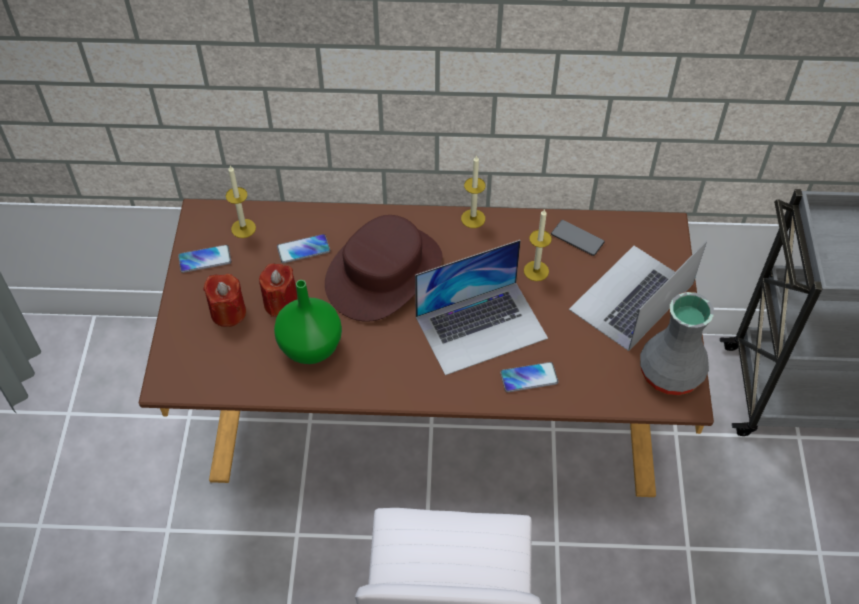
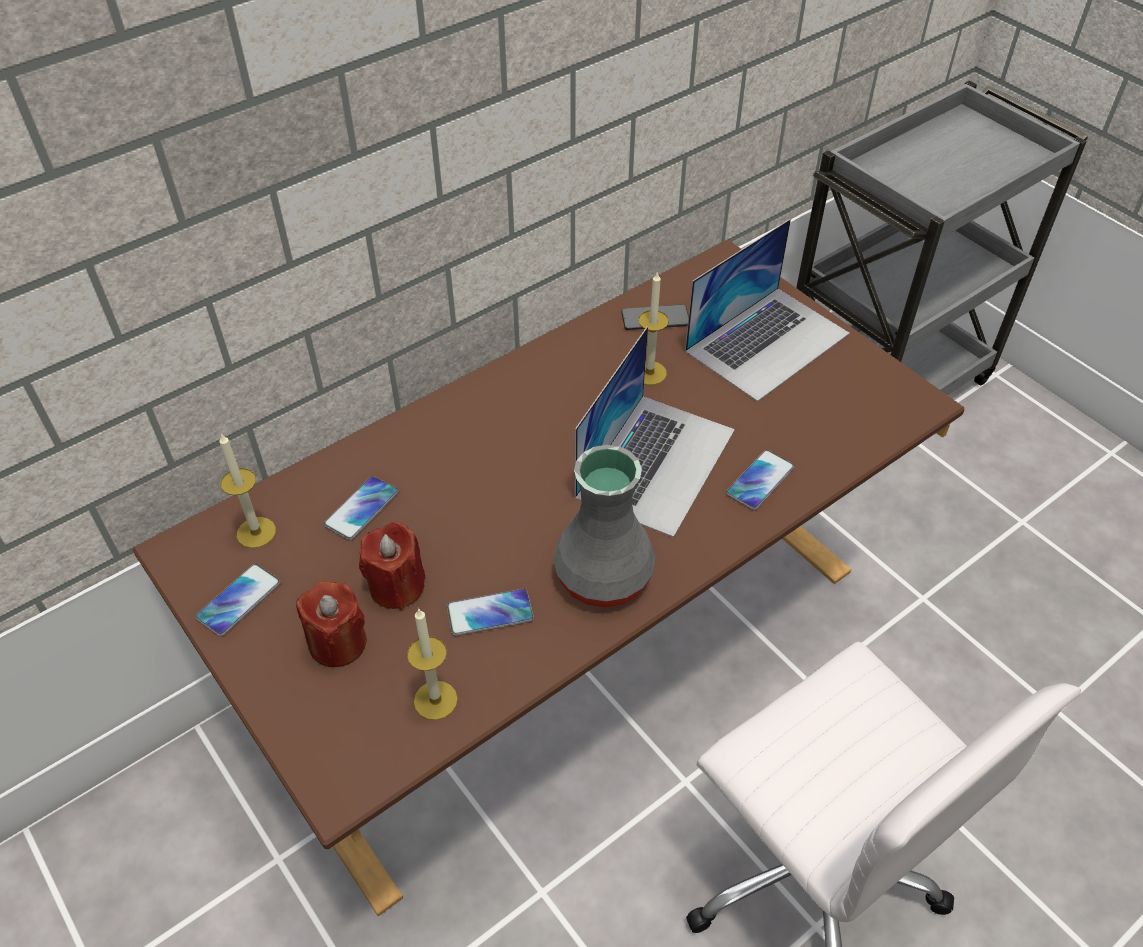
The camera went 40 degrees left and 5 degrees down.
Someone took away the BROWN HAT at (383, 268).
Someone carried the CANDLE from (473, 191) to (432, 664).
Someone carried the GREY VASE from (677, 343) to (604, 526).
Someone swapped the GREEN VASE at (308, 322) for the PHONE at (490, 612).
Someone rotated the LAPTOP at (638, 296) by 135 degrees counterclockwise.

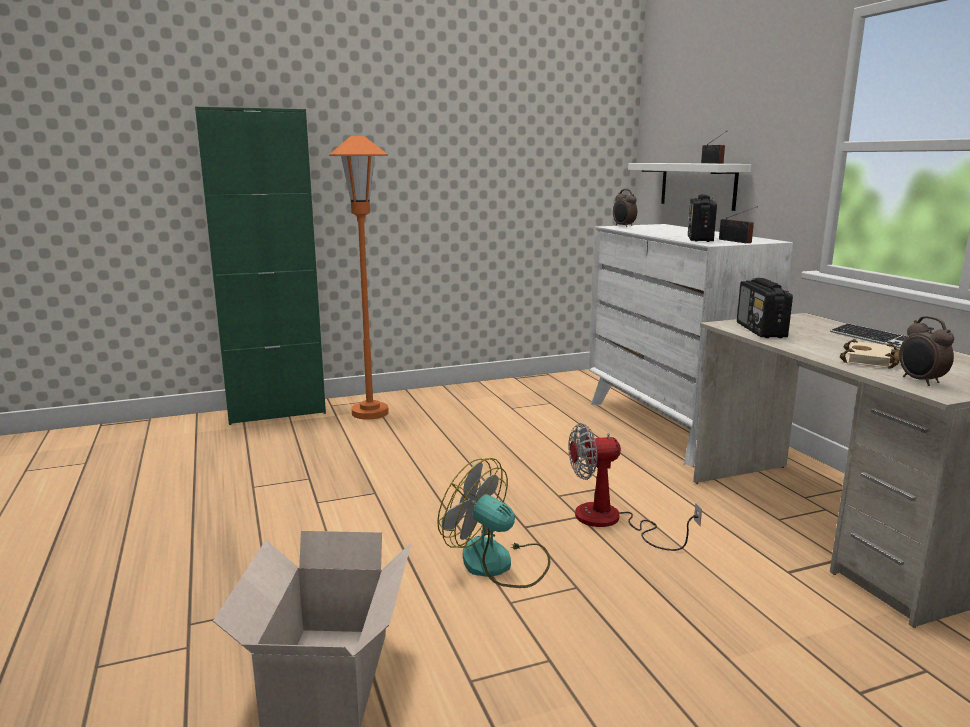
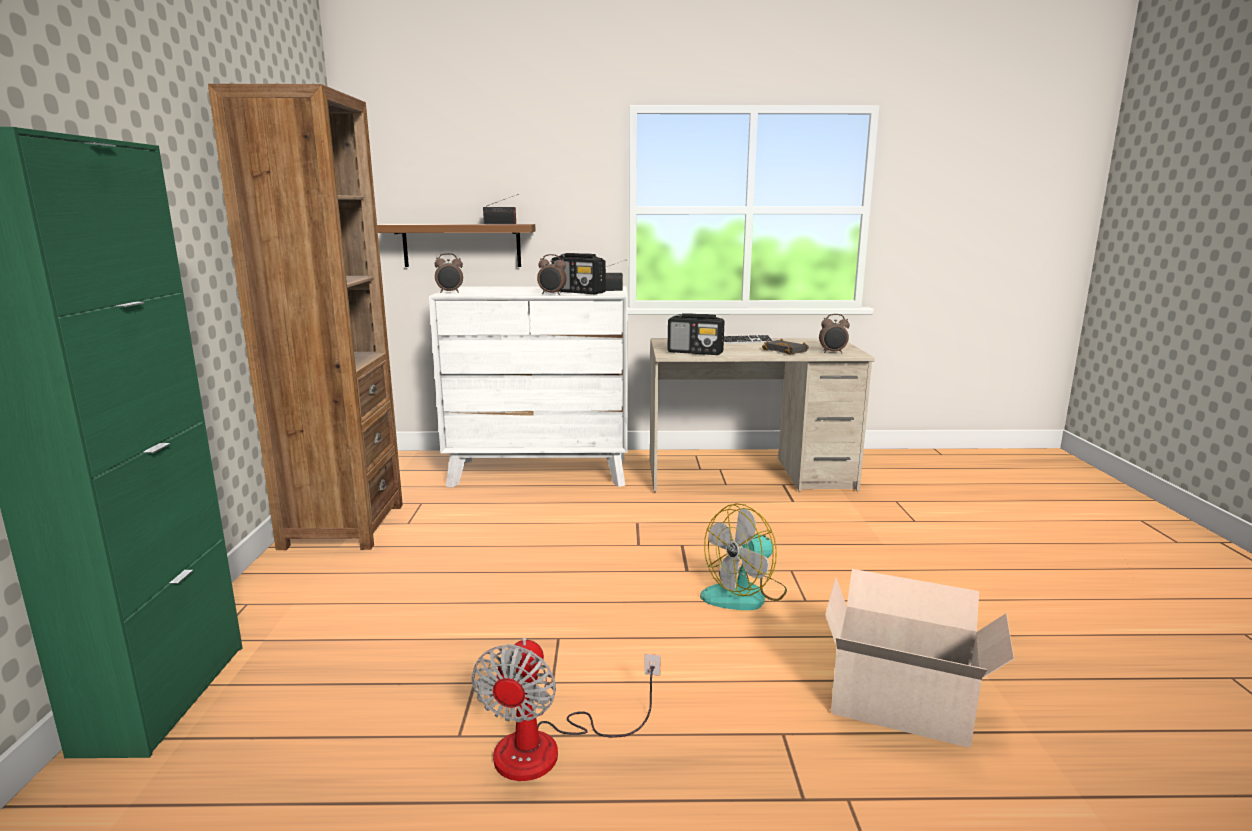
The camera went 70 degrees left and 0 degrees up.
Someone took away the ORANGE FLOOR LAMP at (359, 278).
Someone put down the BROWN BOOKCASE at (305, 317).
Someone put down the ALARM CLOCK at (552, 274).
Someone carried the FAN from (635, 487) to (566, 709).
Someone repainted the WHITE SHELF at (689, 187), which became the BROWN SHELF at (456, 245).
Someone repainted the BEIGE BOOK at (870, 354), which became the BLACK BOOK at (785, 346).

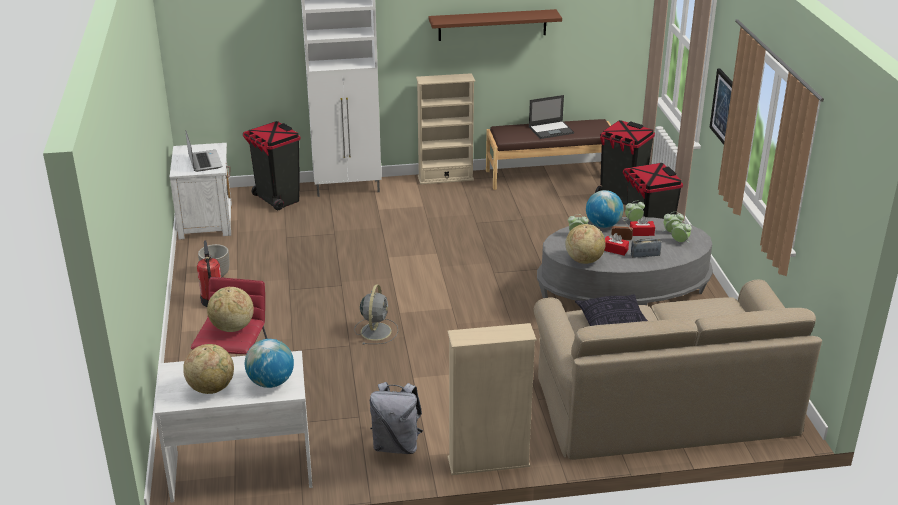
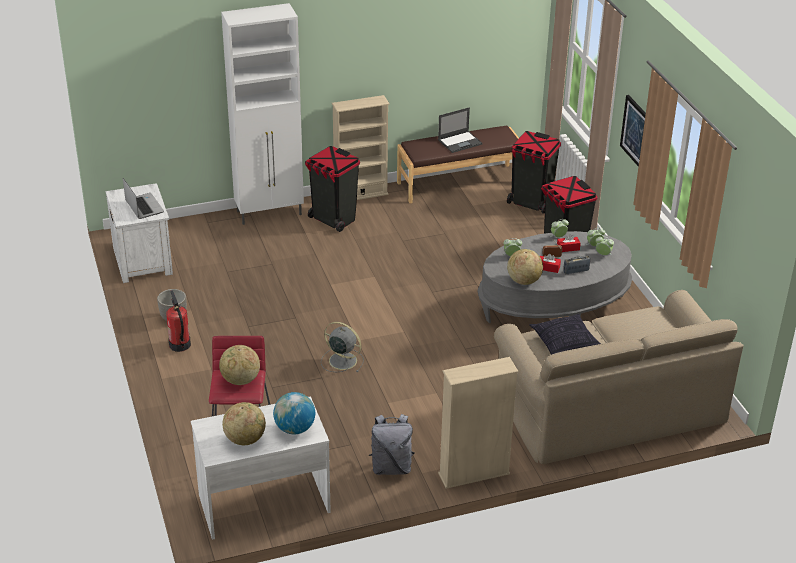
The camera went 10 degrees left and 5 degrees up.
Someone took away the BROWN SHELF at (495, 25).
Someone took away the GLOBE at (604, 209).
Someone carried the BLACK TRASH CAN from (272, 165) to (332, 189).
Someone rotated the GREY FAN at (376, 314) by 60 degrees counterclockwise.

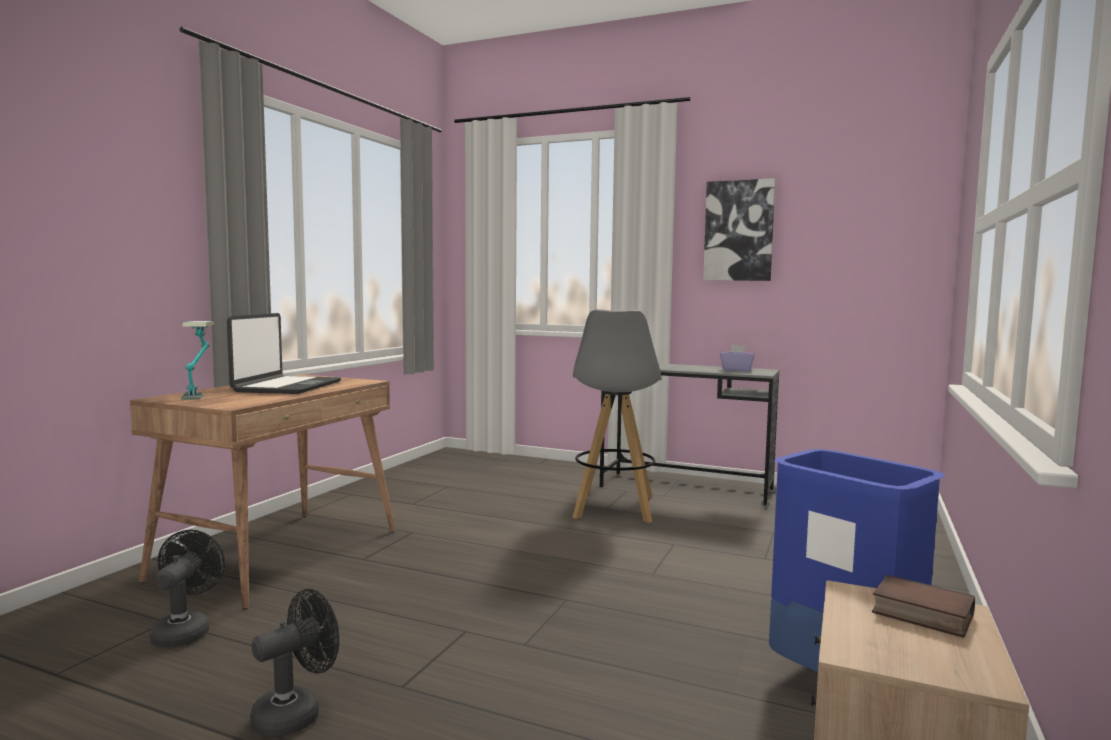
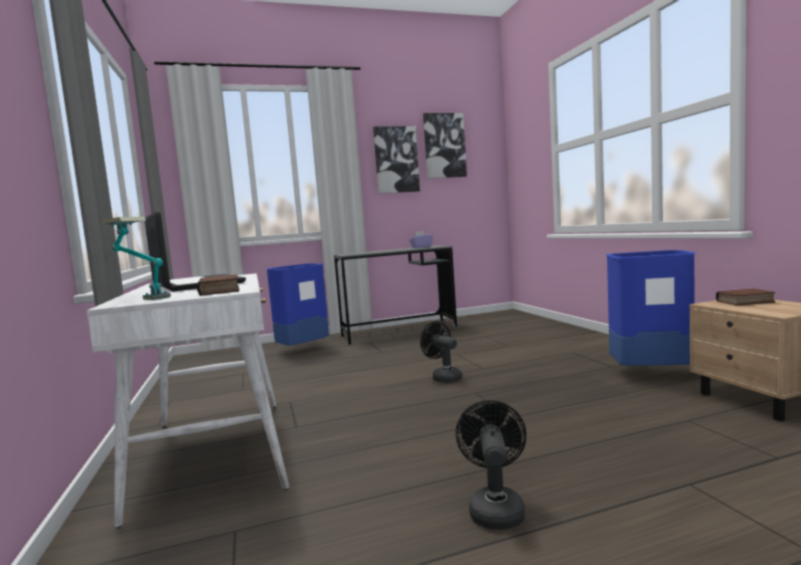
The camera went 40 degrees left and 0 degrees up.
Someone took away the GREY STOOL at (617, 416).
Someone put down the BOOK at (218, 285).
Someone put down the BLUE TRASH CAN at (298, 304).
Someone put up the PICTURE at (445, 145).
Someone carried the BLACK FAN from (187, 588) to (441, 352).
Someone repainted the BROWN DESK at (262, 491), which became the WHITE DESK at (188, 400).

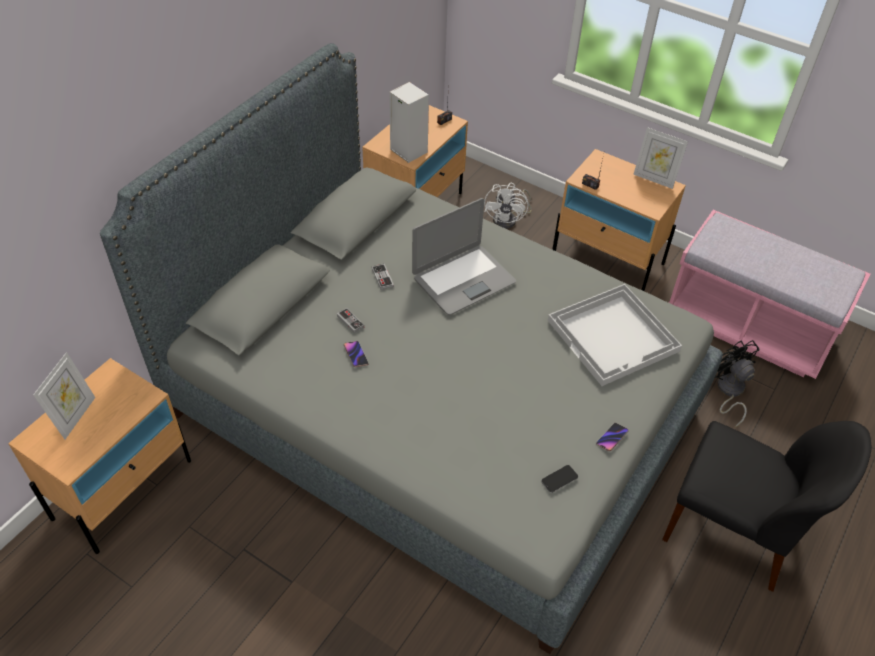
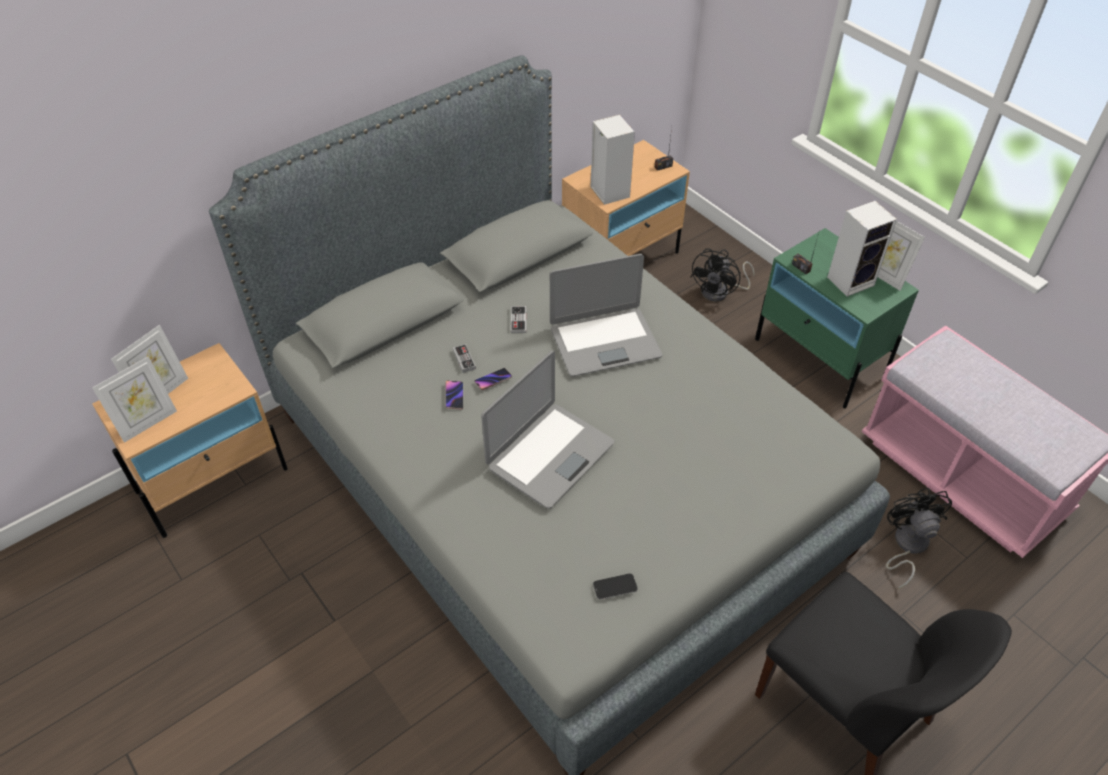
The camera went 20 degrees right and 0 degrees up.
Someone took away the WHITE TRAY at (615, 335).
Someone put down the PICTURE FRAME at (134, 399).
Someone put down the LAPTOP at (547, 430).
Someone put down the SPEAKER at (862, 249).
Someone carried the PHONE from (612, 437) to (493, 379).
Someone repainted the WHITE FAN at (508, 206), which became the BLACK FAN at (722, 275).
Someone repainted the BEIGE NIGHTSTAND at (619, 220), which became the GREEN NIGHTSTAND at (837, 318).

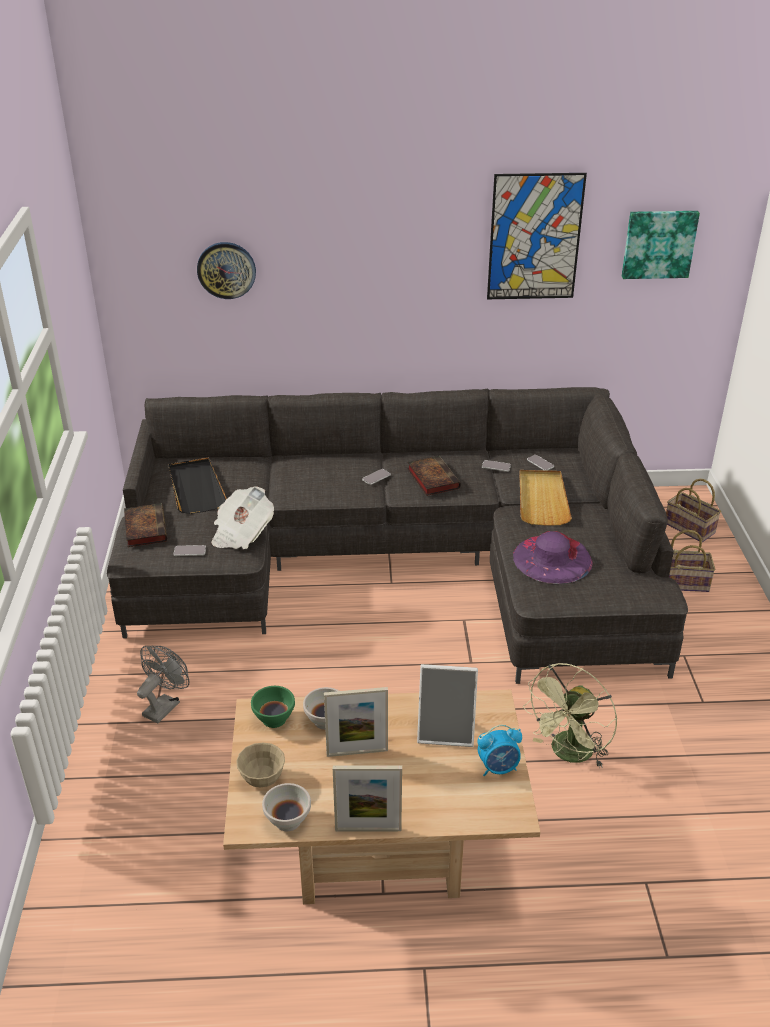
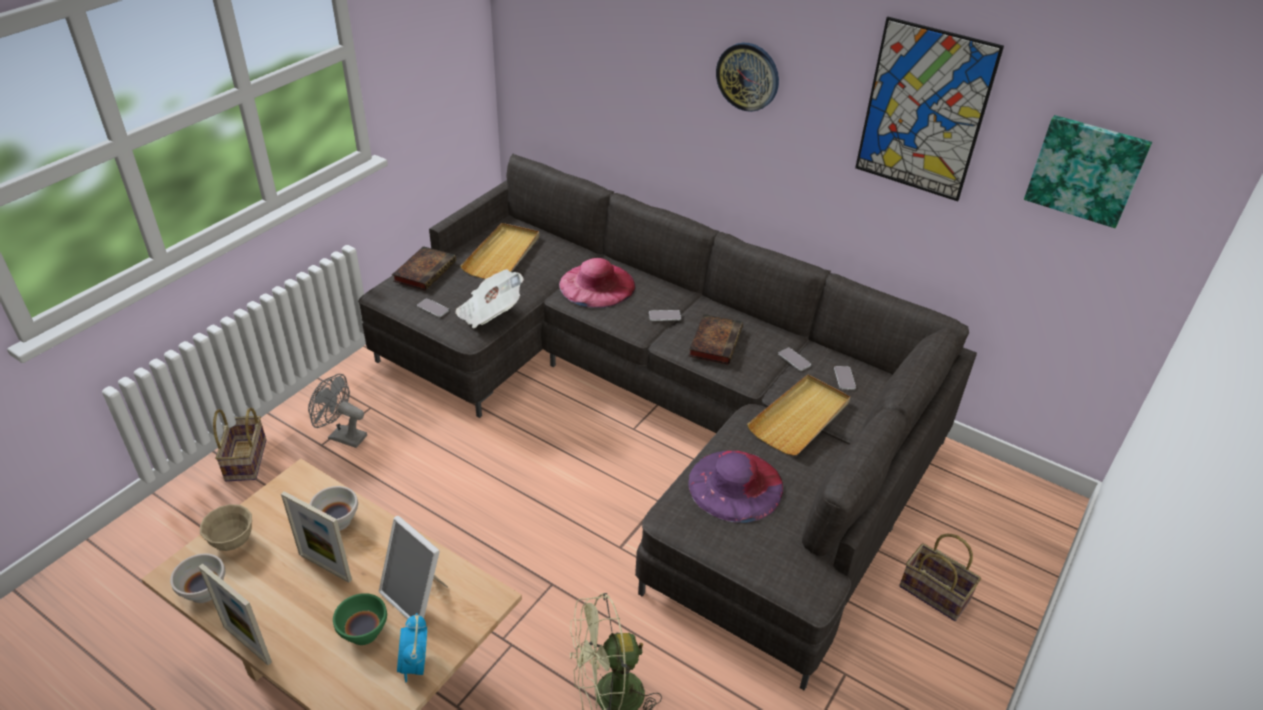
The camera went 35 degrees right and 5 degrees up.
Someone put down the PINK HAT at (597, 283).
Someone carried the WALL CLOCK from (226, 270) to (747, 77).
Someone carried the GREEN BOWL from (273, 707) to (360, 619).
Someone carried the BASKET from (693, 510) to (239, 444).
Someone repainted the BLACK TRAY at (198, 486), which became the BEIGE TRAY at (499, 251).
Someone rotated the GREY FAN at (163, 684) by 135 degrees counterclockwise.
Someone rotated the ALARM CLOCK at (500, 750) by 60 degrees clockwise.

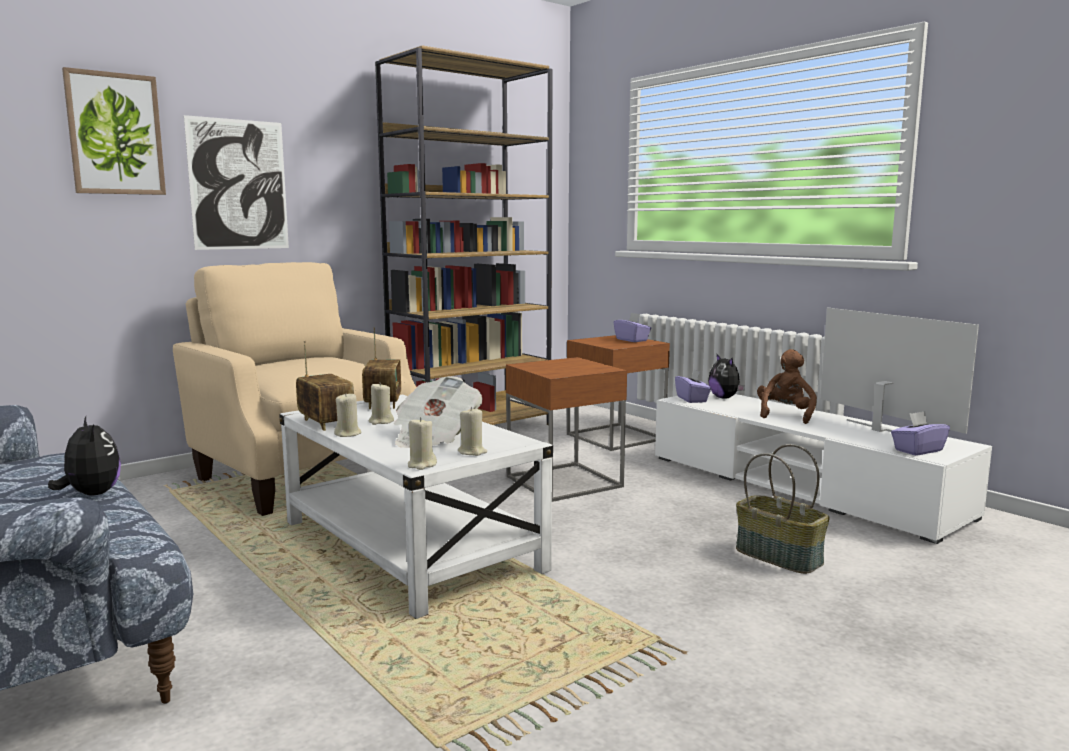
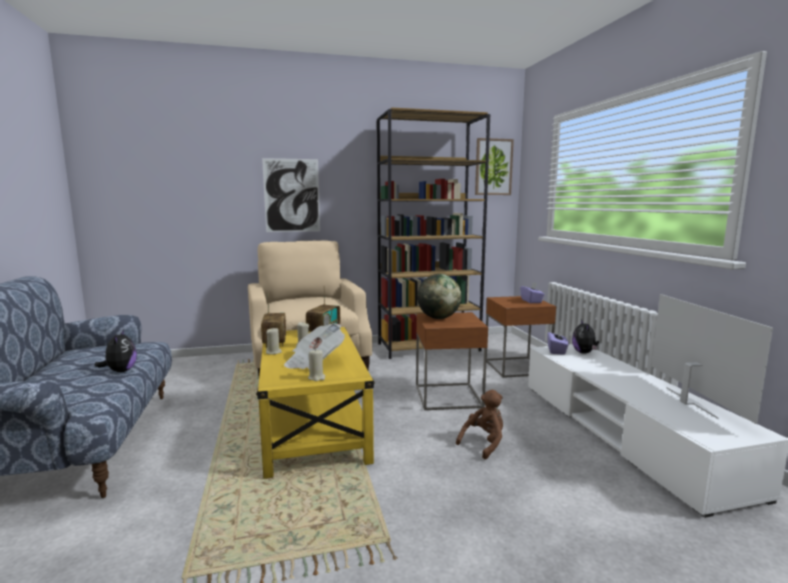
The camera went 25 degrees right and 0 degrees up.
Someone took away the BEIGE CANDLE at (422, 443).
Someone took away the BASKET at (783, 509).
Someone took away the PURPLE TISSUE BOX at (920, 433).
Someone put down the GLOBE at (439, 296).
Someone carried the PICTURE from (114, 131) to (494, 166).
Someone carried the BROWN PLUSH TOY from (787, 386) to (479, 424).
Someone repainted the WHITE COFFEE TABLE at (416, 506), which became the YELLOW COFFEE TABLE at (315, 403).

